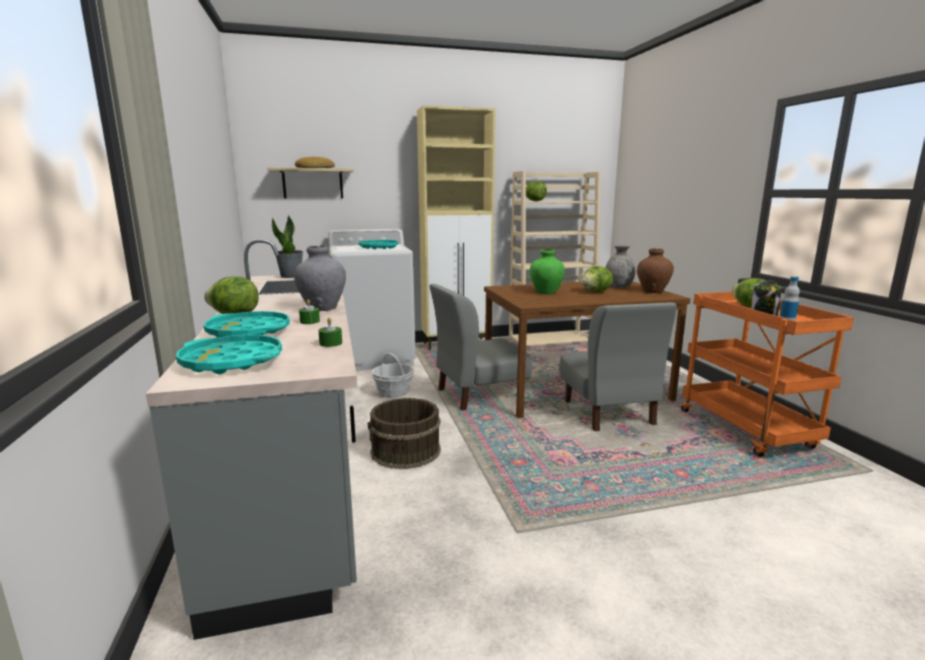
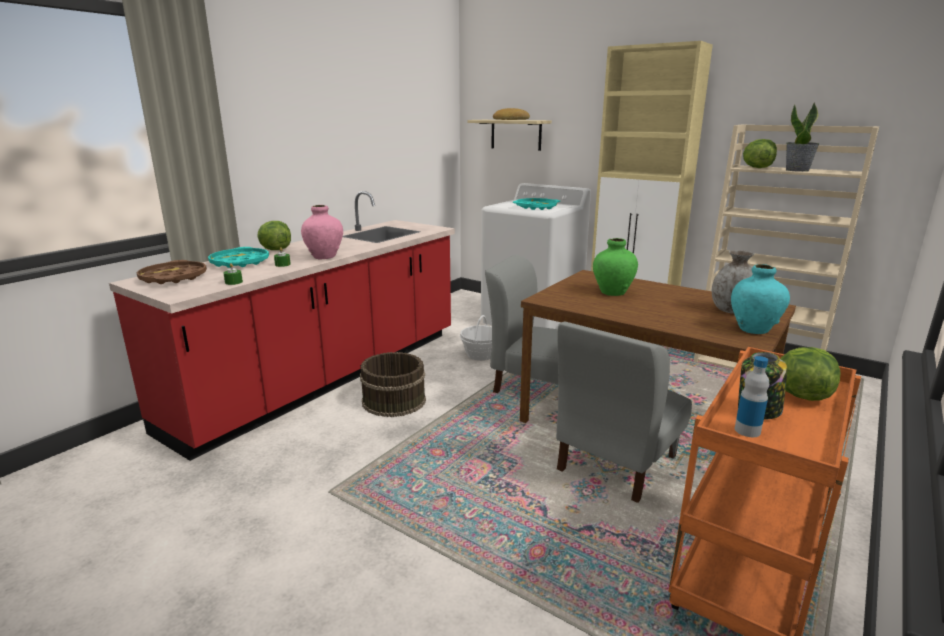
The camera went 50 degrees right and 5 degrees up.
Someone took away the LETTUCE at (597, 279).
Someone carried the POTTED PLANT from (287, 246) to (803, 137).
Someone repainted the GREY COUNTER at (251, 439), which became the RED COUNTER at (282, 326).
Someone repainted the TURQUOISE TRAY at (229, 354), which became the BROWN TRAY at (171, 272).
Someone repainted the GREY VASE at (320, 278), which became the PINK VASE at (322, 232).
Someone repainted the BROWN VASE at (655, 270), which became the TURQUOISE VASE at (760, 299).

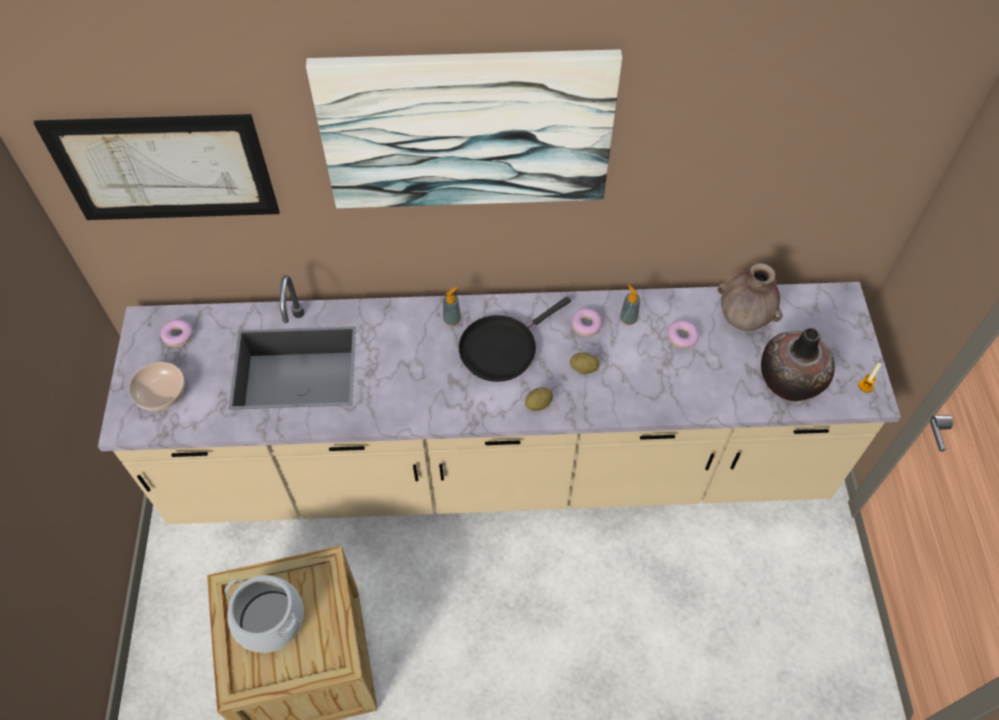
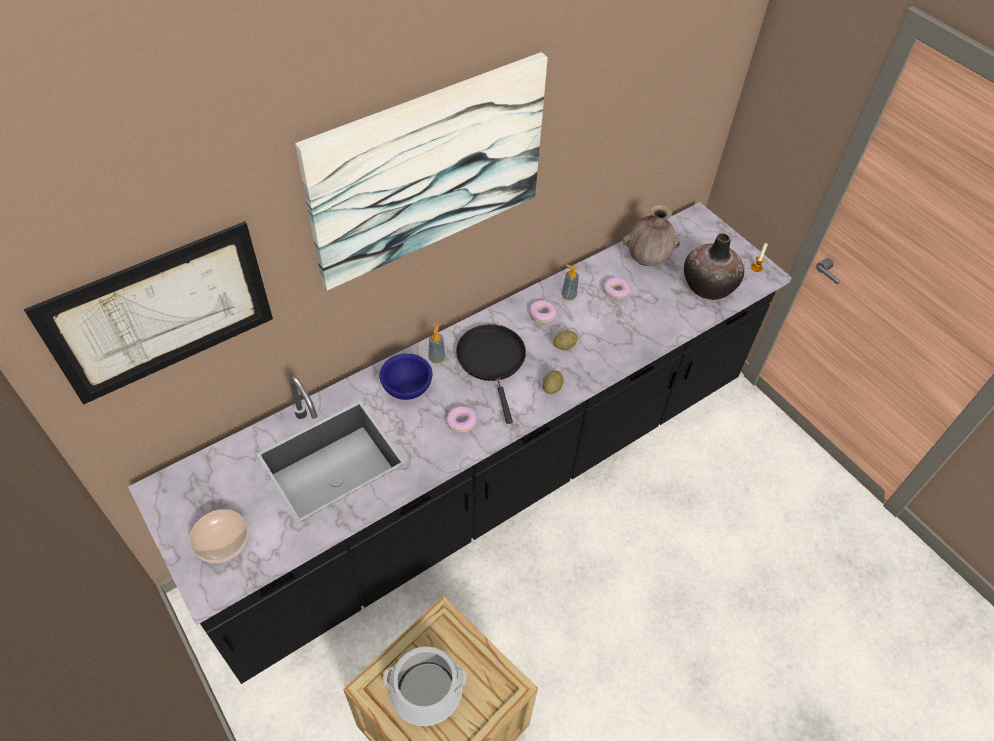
The camera went 35 degrees left and 5 degrees down.
Someone put down the BLUE BOWL at (405, 376).
Someone carried the DONUT from (177, 333) to (461, 419).
Someone repainted the BEIGE COUNTER at (499, 399), which became the BLACK COUNTER at (460, 443).
Someone rotated the BLACK FRYING PAN at (515, 339) by 150 degrees clockwise.

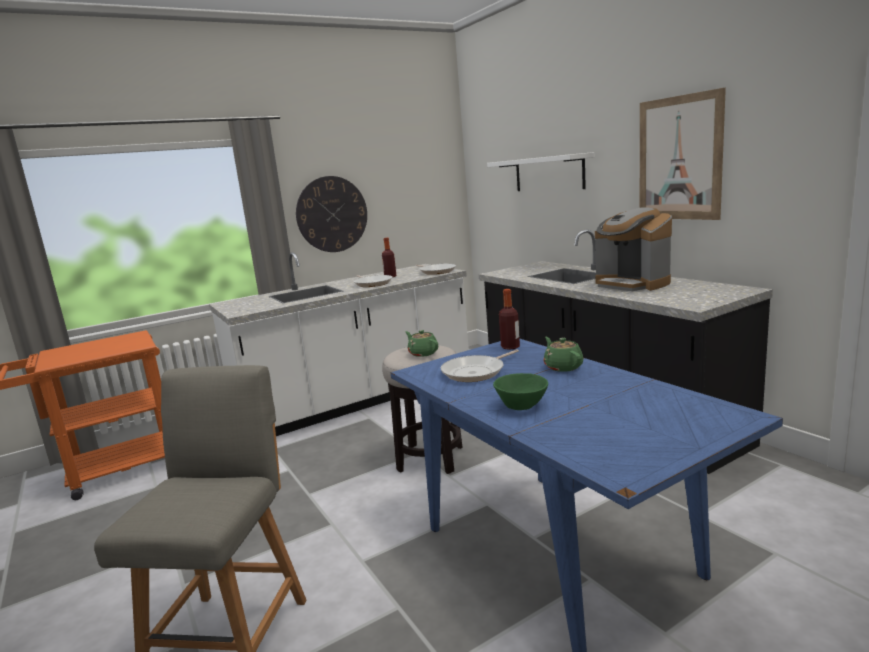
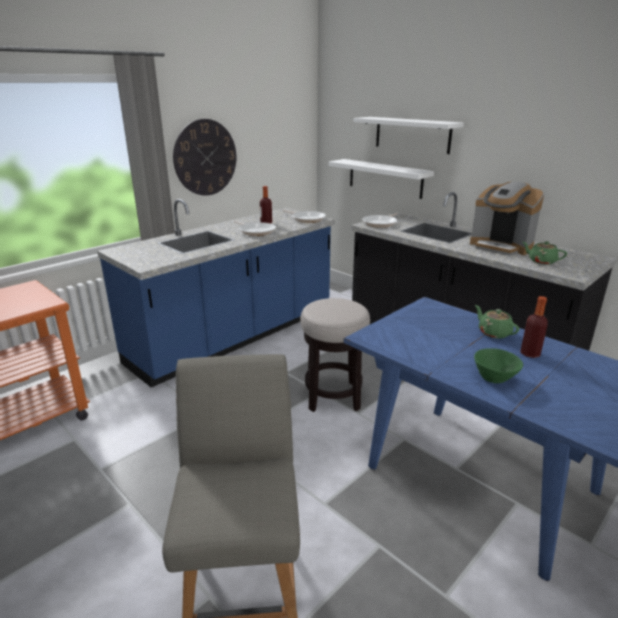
The camera went 15 degrees left and 10 degrees up.
Someone took away the PICTURE at (683, 154).
Someone put up the WHITE SHELF at (381, 179).
Someone carried the GREEN TEAPOT from (421, 343) to (545, 253).
Someone carried the FRYING PAN from (480, 365) to (380, 220).
Someone carried the BOTTLE from (509, 319) to (534, 327).
Someone repainted the WHITE COUNTER at (339, 344), which became the BLUE COUNTER at (216, 293).

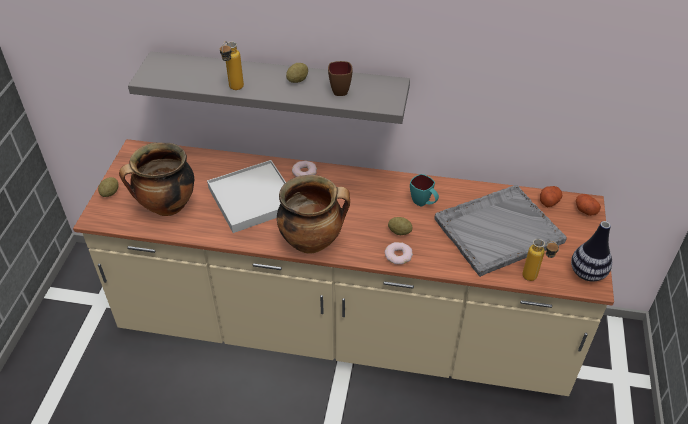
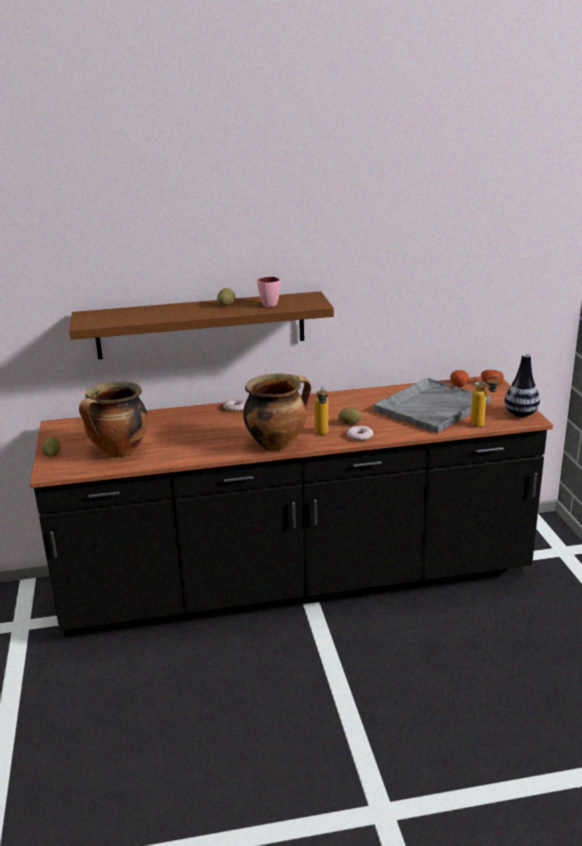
The camera went 20 degrees left and 20 degrees down.
Someone took away the WHITE TRAY at (246, 196).
Someone took away the TURQUOISE MUG at (424, 190).
Someone carried the BOTTLE from (232, 65) to (321, 410).
Someone repainted the BEIGE COUNTER at (343, 267), which became the BLACK COUNTER at (291, 506).
Someone repainted the GREY SHELF at (269, 87), which became the BROWN SHELF at (202, 325).
Someone repainted the BROWN MUG at (340, 78), which became the PINK MUG at (268, 291).

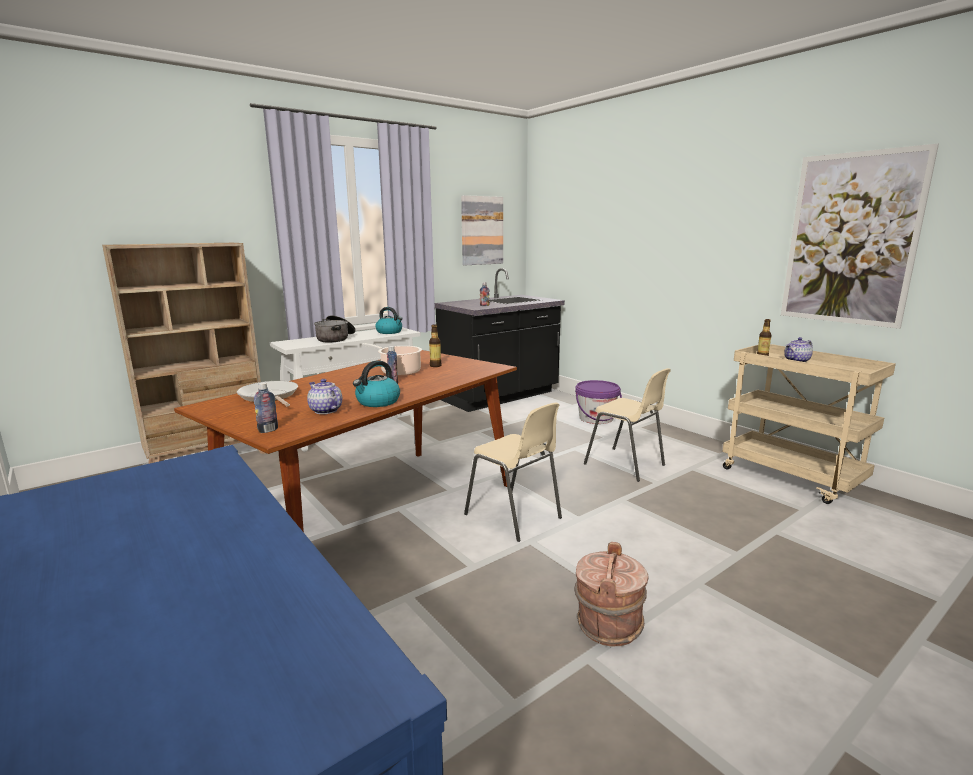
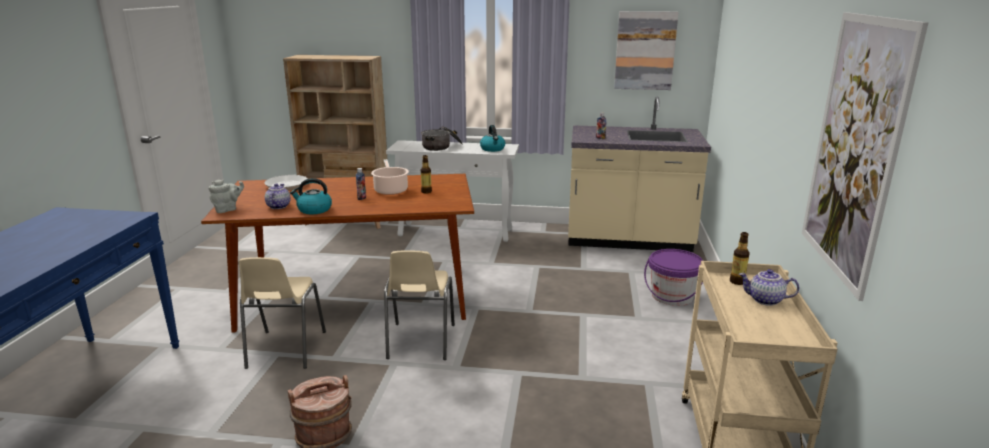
The camera went 45 degrees right and 5 degrees up.
Someone carried the BEIGE CHAIR from (627, 425) to (282, 313).
Someone swapped the BOTTLE at (266, 407) for the GREY TEAPOT at (226, 196).
Someone repainted the BLACK COUNTER at (500, 340), which became the BEIGE COUNTER at (639, 174).

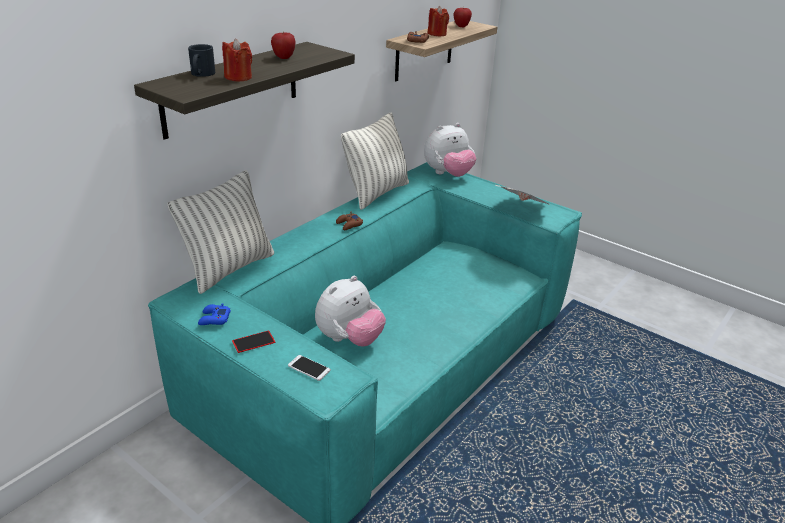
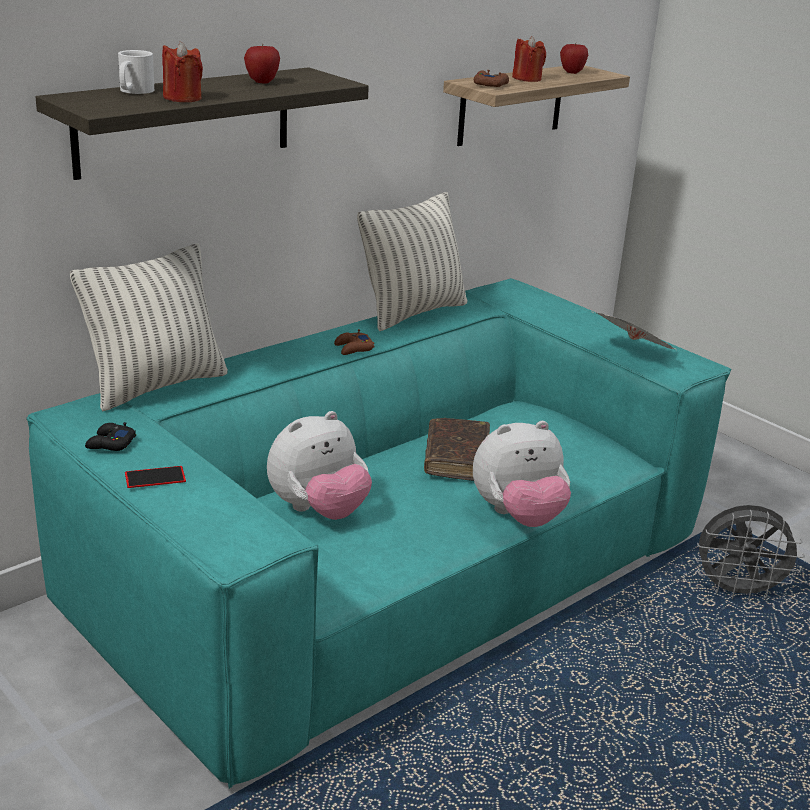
The camera went 10 degrees right and 5 degrees down.
Someone took away the PHONE at (309, 368).
Someone put down the BROWN BOOK at (457, 449).
Someone put down the GREY FAN at (749, 553).
Someone carried the PLUSH TOY from (450, 150) to (522, 474).
Someone repainted the BLACK MUG at (201, 60), which became the WHITE MUG at (136, 72).
Someone repainted the BLUE GAME CONTROLLER at (214, 314), which became the BLACK GAME CONTROLLER at (110, 436).

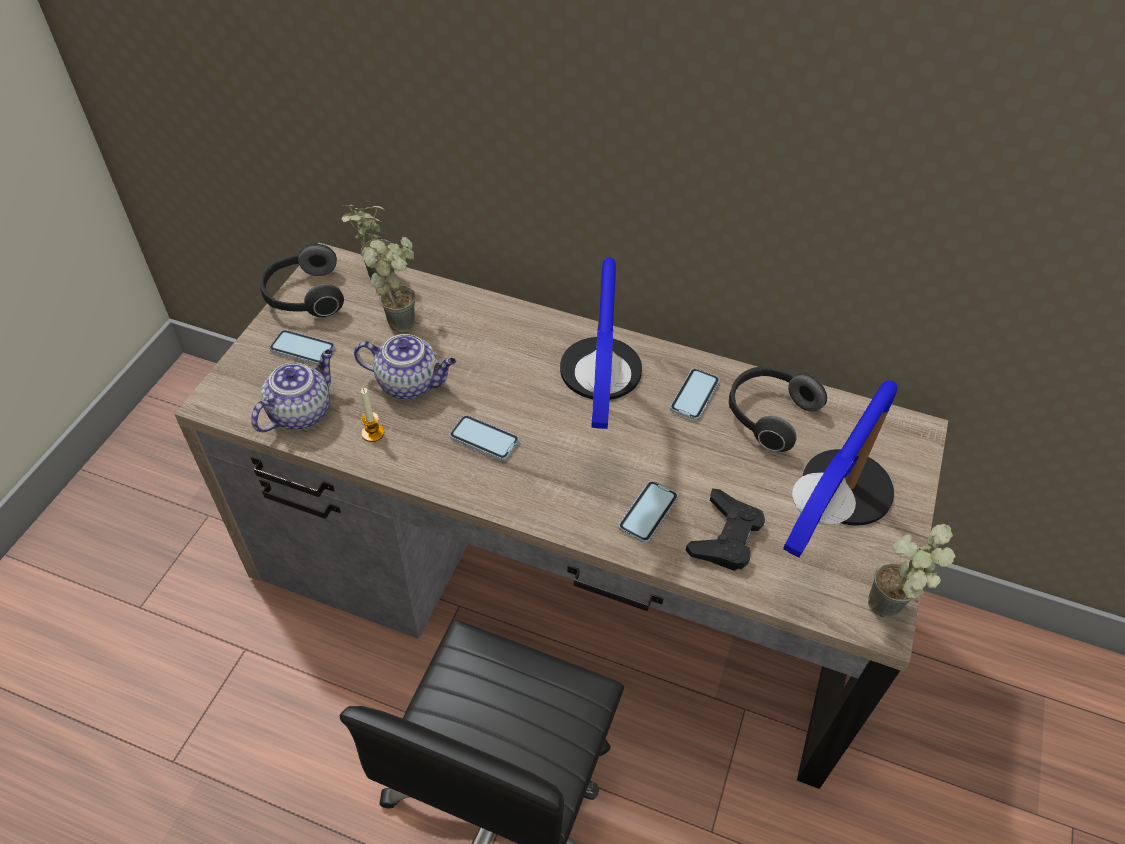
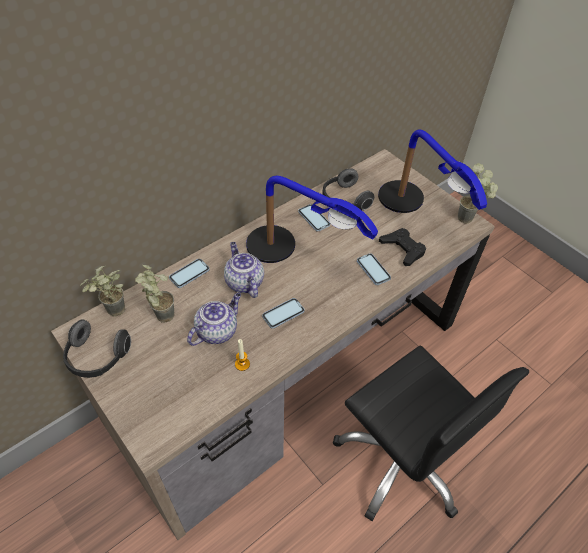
The camera went 60 degrees left and 0 degrees up.
Someone carried the TEAPOT from (292, 390) to (244, 270).
Someone carried the PHONE from (302, 347) to (189, 273).

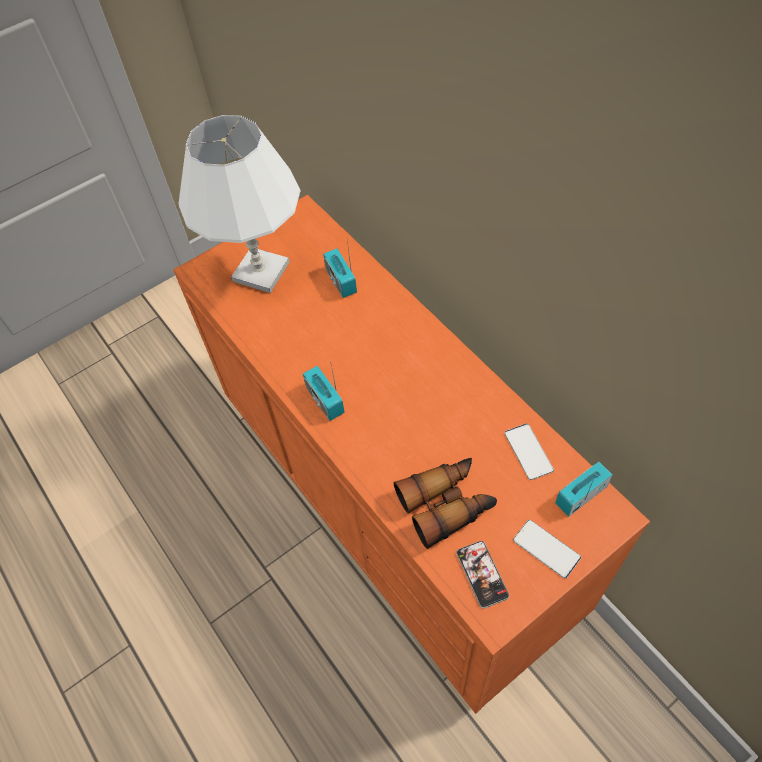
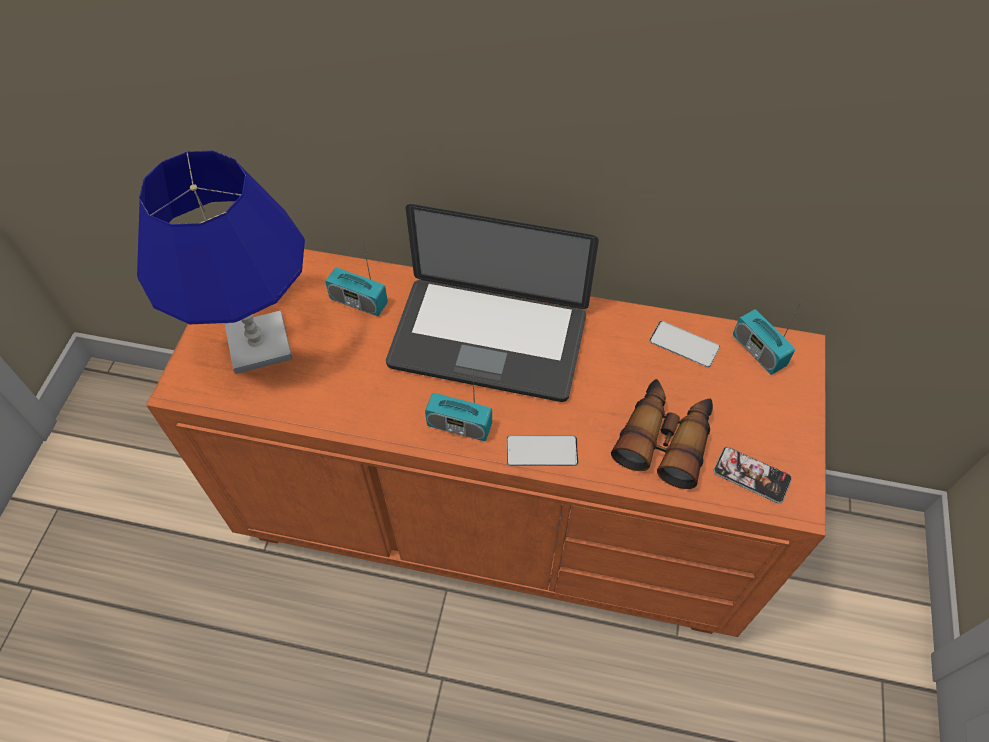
The camera went 45 degrees left and 0 degrees up.
Someone put down the LAPTOP at (492, 303).
Someone carried the PHONE from (547, 549) to (543, 451).
Someone repainted the WHITE TABLE LAMP at (240, 204), which became the BLUE TABLE LAMP at (221, 262).
Someone rotated the RADIO at (584, 489) by 45 degrees counterclockwise.

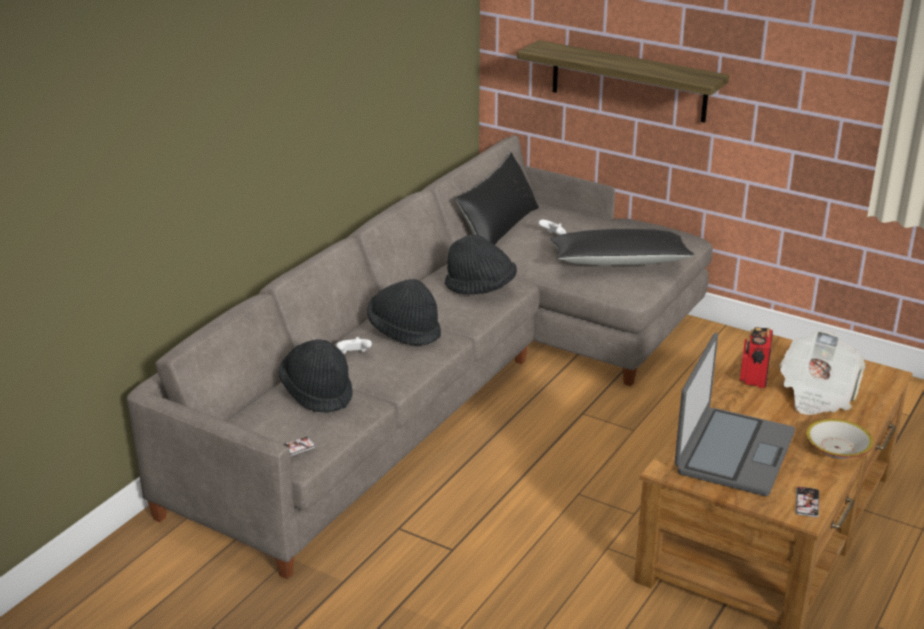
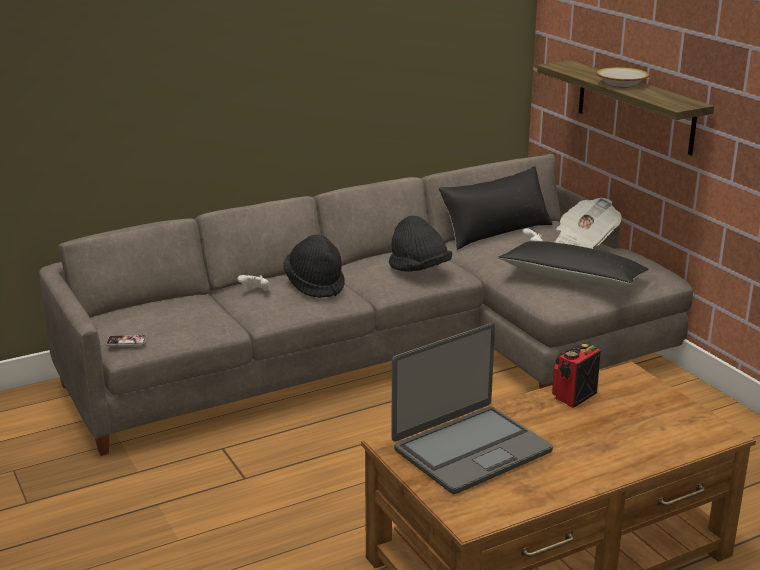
The camera went 30 degrees right and 5 degrees down.
Someone took away the BLACK HAT at (316, 376).
Someone took away the PHONE at (807, 502).
Someone carried the NEWSPAPER from (822, 372) to (588, 223).
Someone carried the BOWL from (840, 439) to (622, 77).

